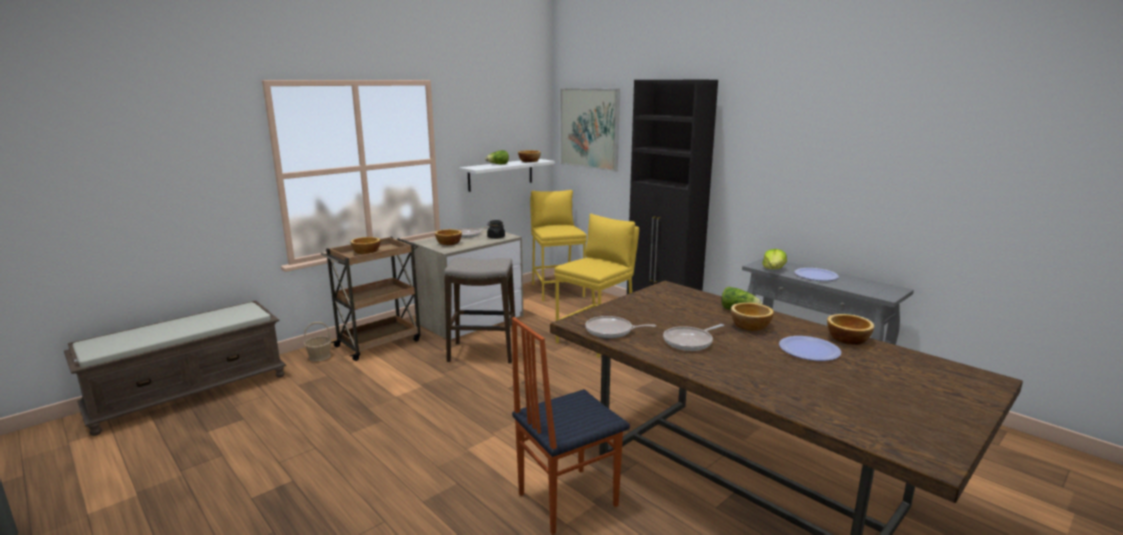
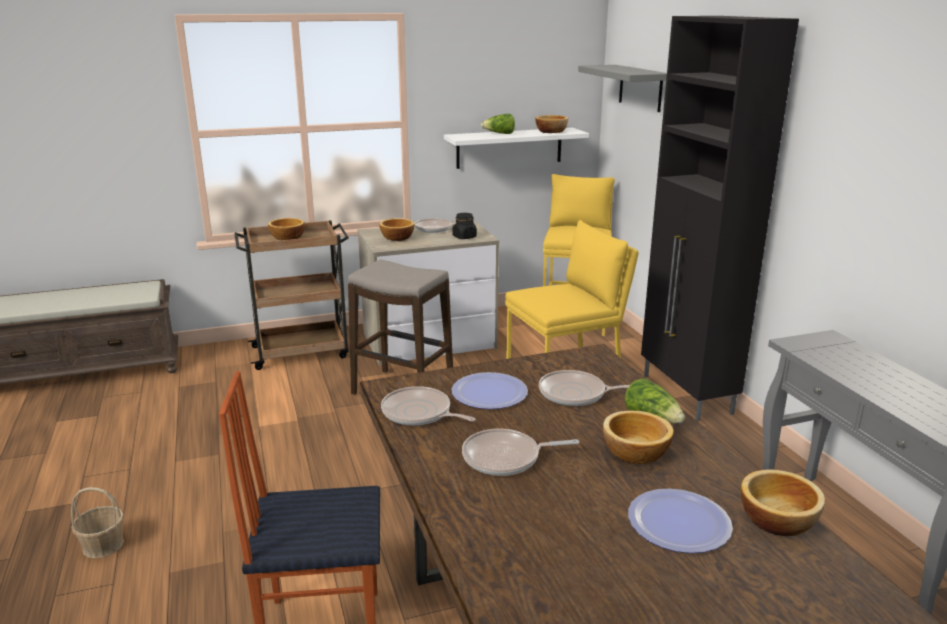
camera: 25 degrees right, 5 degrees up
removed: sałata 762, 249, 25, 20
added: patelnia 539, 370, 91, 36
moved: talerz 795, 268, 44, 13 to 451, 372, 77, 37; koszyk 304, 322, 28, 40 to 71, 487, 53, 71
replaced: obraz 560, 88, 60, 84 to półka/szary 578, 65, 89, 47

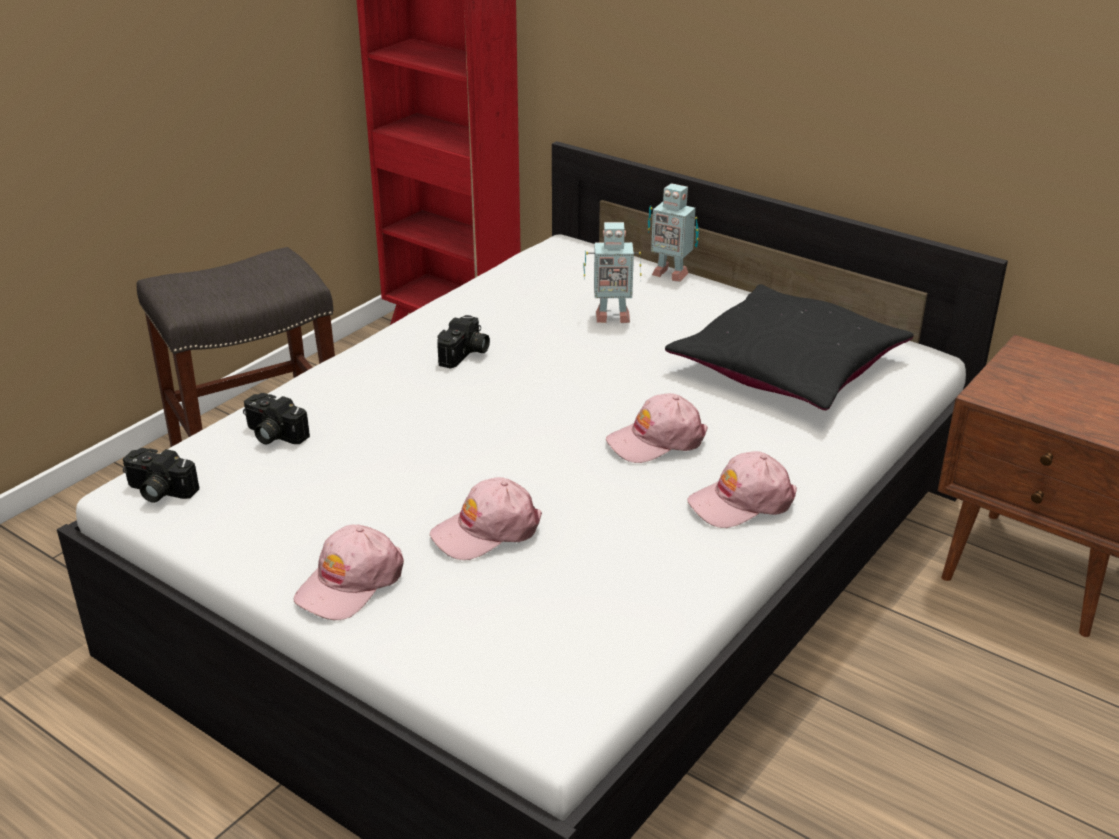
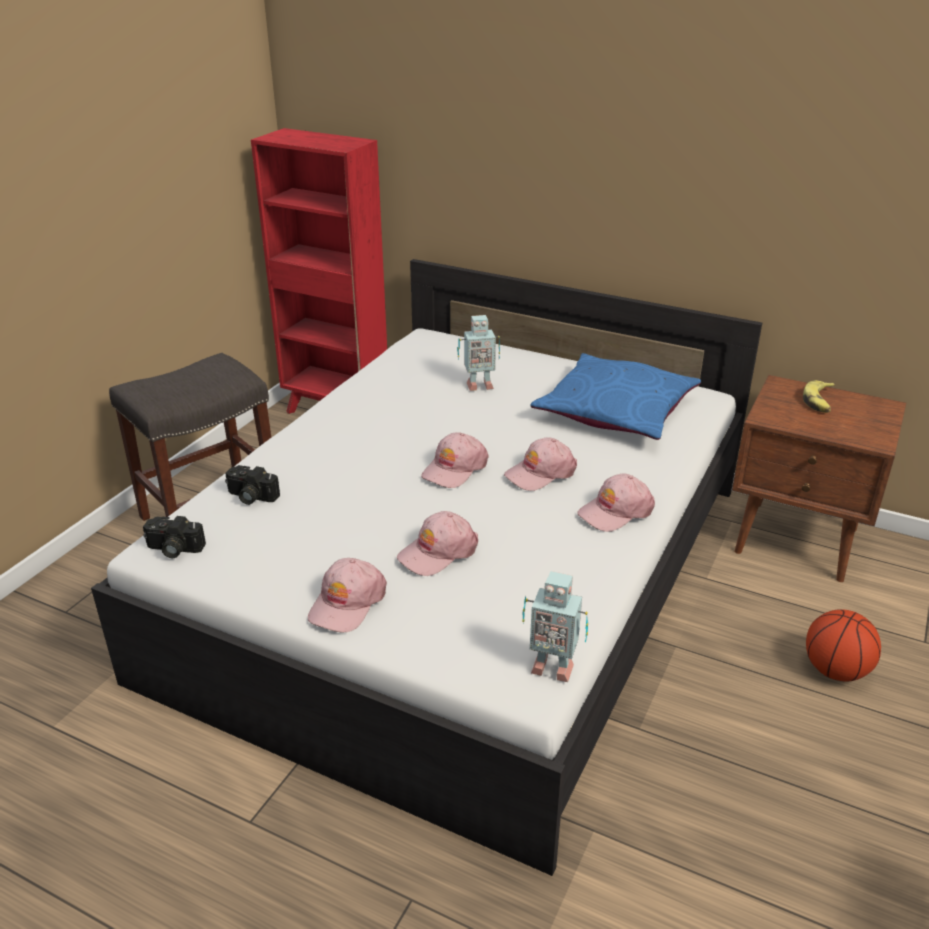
camera: 10 degrees left, 0 degrees up
removed: aparat fotograficzny 437, 315, 53, 54
added: banan 803, 380, 32, 33; czapka z daszkiem/różowy 421, 432, 68, 56; piłka do koszykówki 806, 609, 75, 72
moved: robot zabawkowy 648, 183, 51, 99 to 522, 571, 66, 111
recoloured: poduszka/czarny 665, 284, 249, 126 to poduszka/niebieski 530, 353, 171, 87

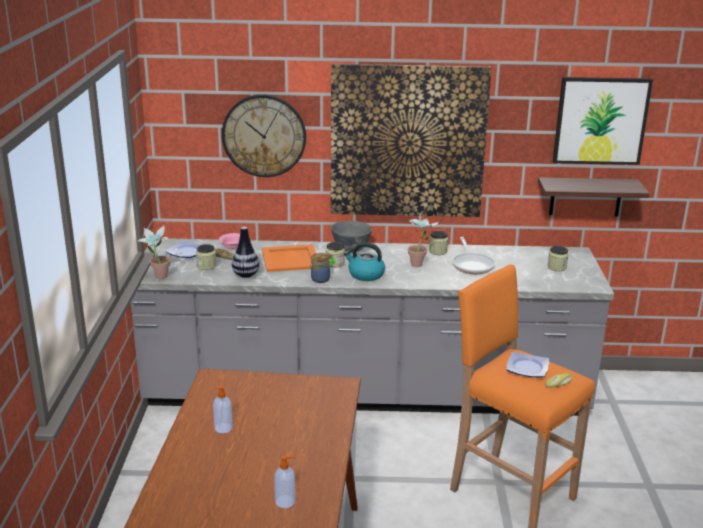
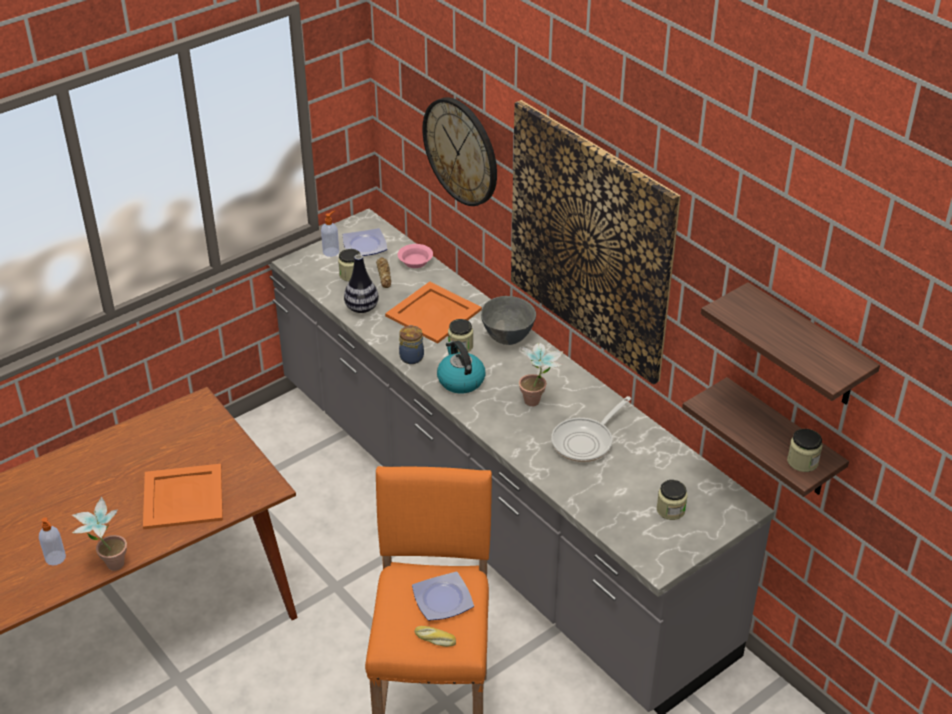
camera: 50 degrees right, 15 degrees up
added: taca/pomarańczowy 143, 464, 80, 65
moved: roślina doniczkowa 138, 226, 33, 53 to 72, 497, 55, 74; słoik 429, 231, 19, 24 to 787, 429, 36, 43; dozownik mydła 213, 381, 20, 52 to 321, 211, 18, 46
replaced: obraz 553, 77, 100, 88 to półka 701, 282, 179, 123

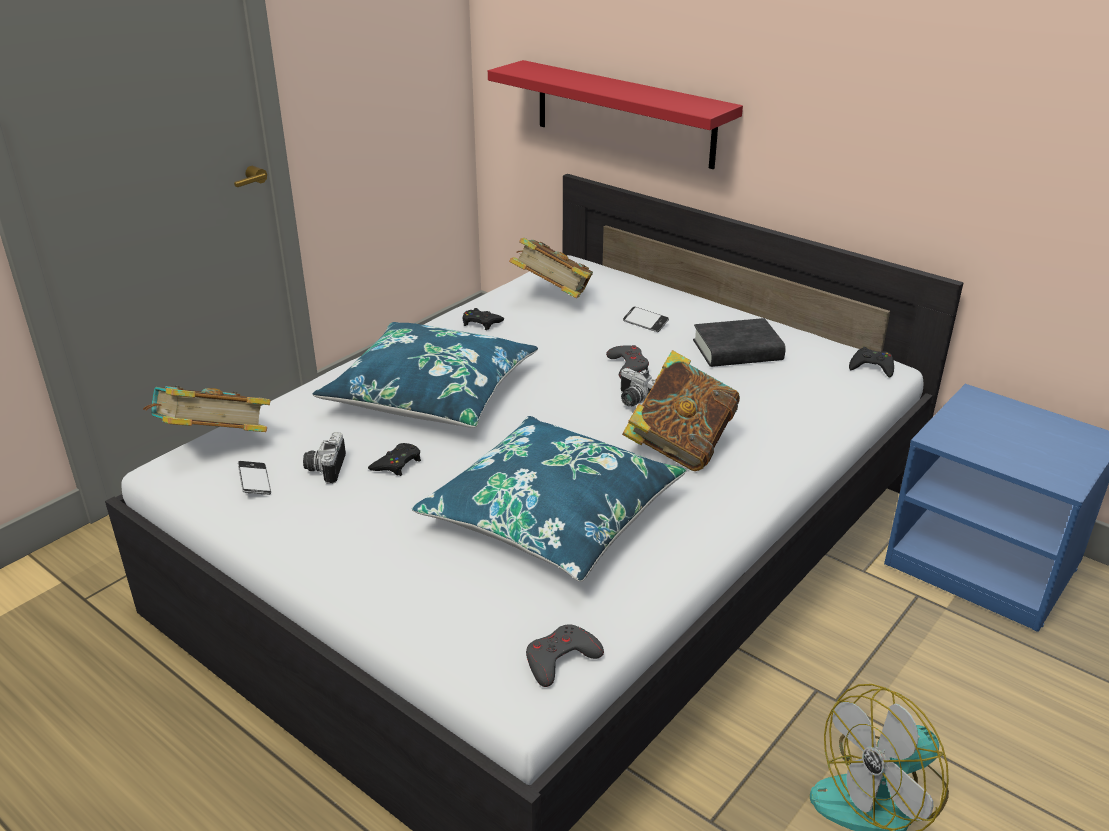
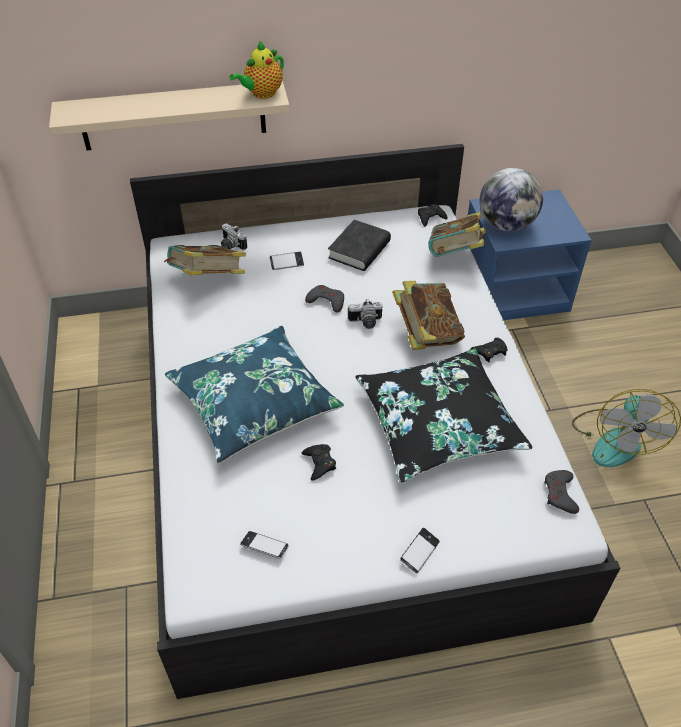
camera: 50 degrees left, 15 degrees up
added: imbryk 230, 41, 54, 58; globus 480, 168, 63, 63; telefon 400, 528, 40, 45
moved: pad do gier/czarny 463, 308, 41, 22 to 471, 338, 37, 24; książka 143, 386, 127, 46 to 428, 212, 58, 45; aparat fotograficzny 303, 432, 43, 52 to 221, 223, 26, 27
recoloured: półka/czerwony 488, 60, 255, 109 to półka/beżowy 49, 81, 241, 69; poduszka/niebieski 412, 416, 274, 166 to poduszka/czarny 355, 348, 177, 135

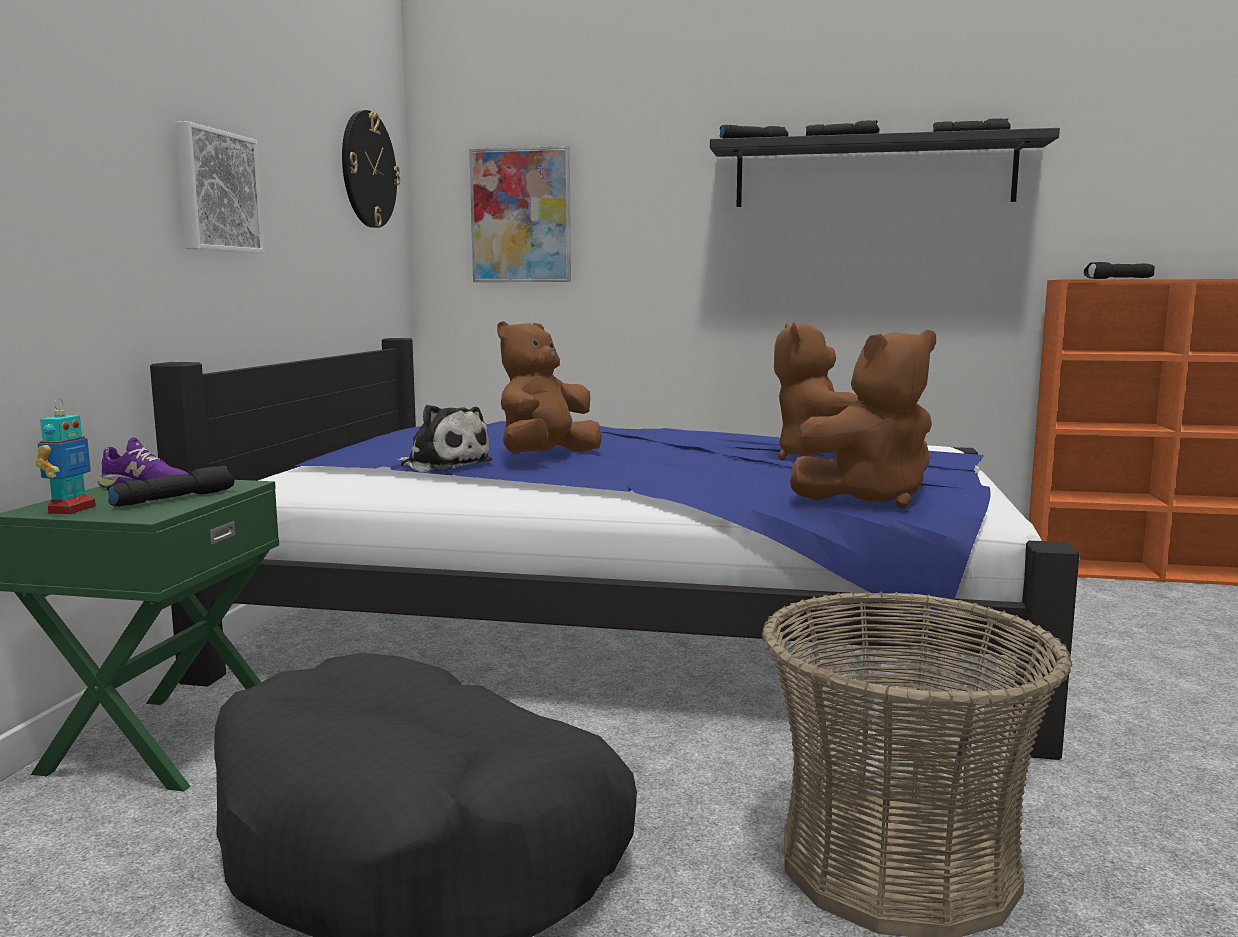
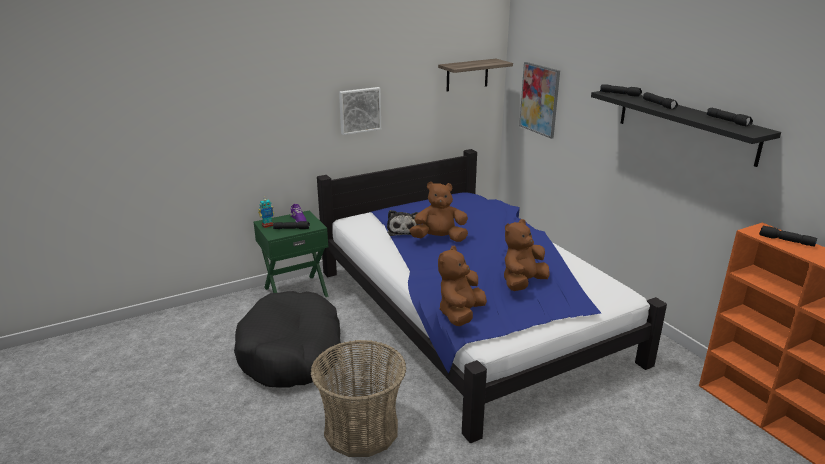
camera: 50 degrees right, 15 degrees up
replaced: zegar ścienny 342, 110, 58, 118 to półka 438, 59, 75, 32
turned: pluszak/brązowy 790, 330, 146, 178 = 438, 246, 49, 80 90 degrees clockwise

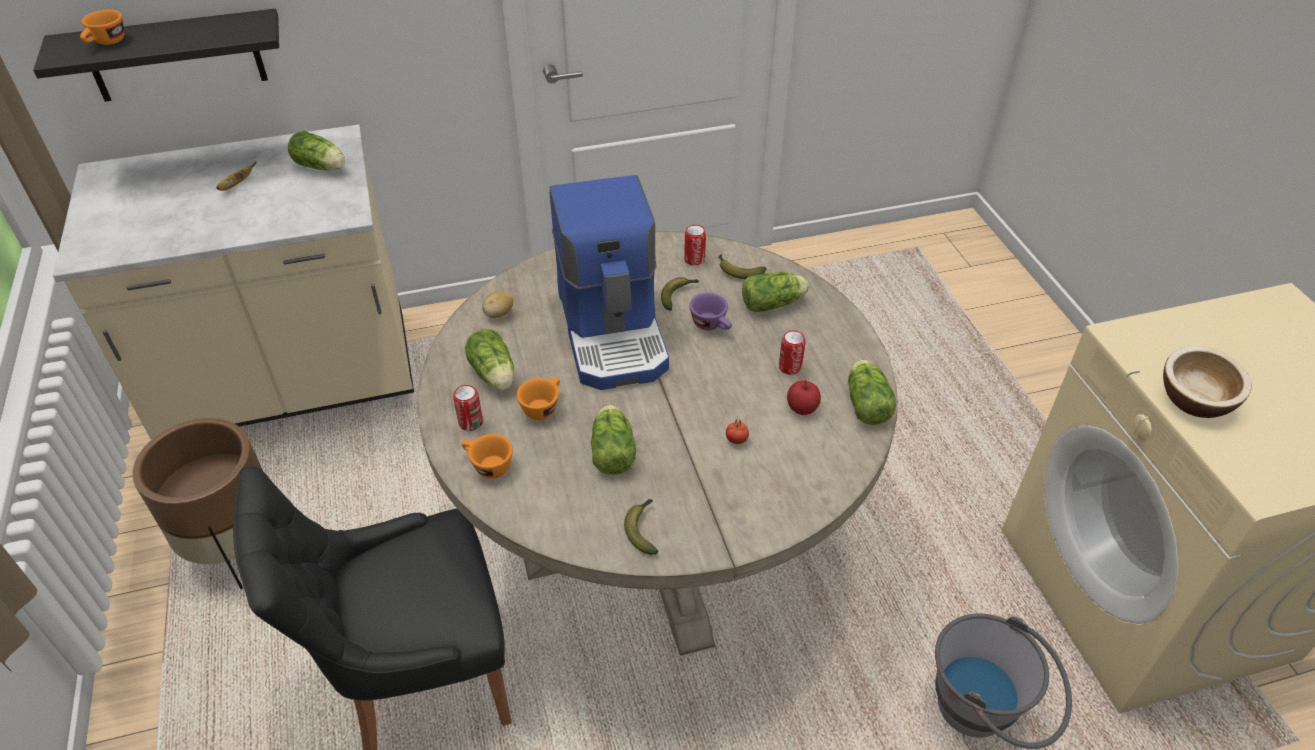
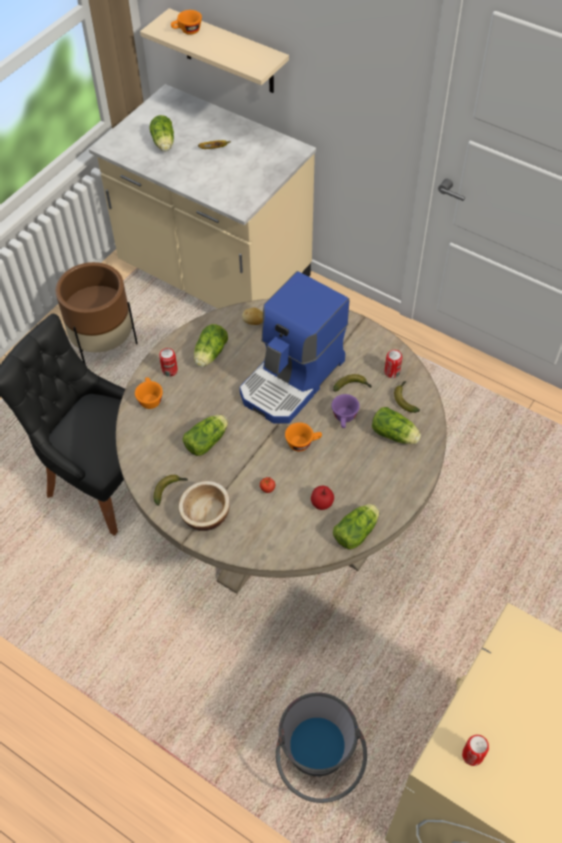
camera: 50 degrees right, 10 degrees up
moved: sałata 288, 131, 57, 40 to 150, 115, 24, 36; puszka 779, 330, 27, 45 to 462, 735, 27, 31; miska 1163, 346, 89, 72 to 178, 481, 52, 50; filiżanka/pomarańczowy 517, 377, 43, 43 to 285, 422, 37, 29
recoloured: półka/czarny 33, 9, 246, 93 to półka/beżowy 140, 8, 149, 85

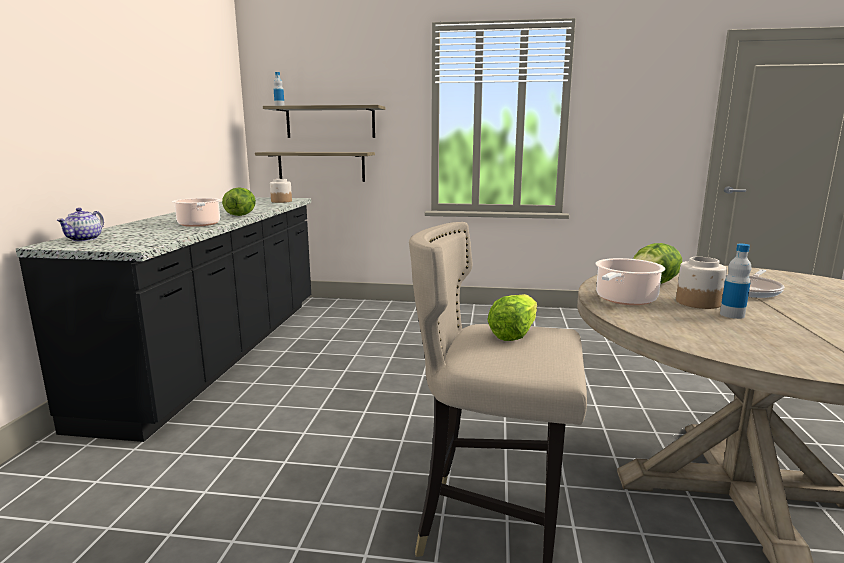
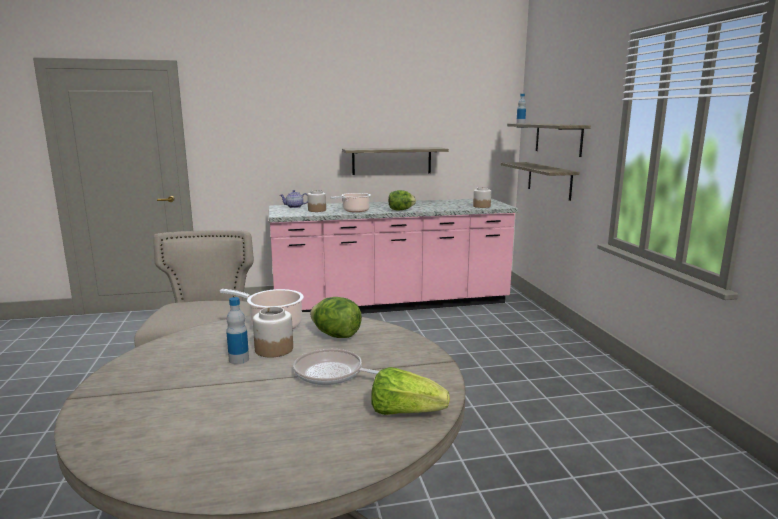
camera: 70 degrees right, 0 degrees up
added: półka 342, 147, 107, 28; słoik 307, 190, 19, 22
moved: sałata 487, 294, 50, 47 to 371, 367, 79, 48
recoloured: zabudowa kuchenna/czarny 16, 197, 295, 245 to zabudowa kuchenna/różowy 269, 198, 249, 116

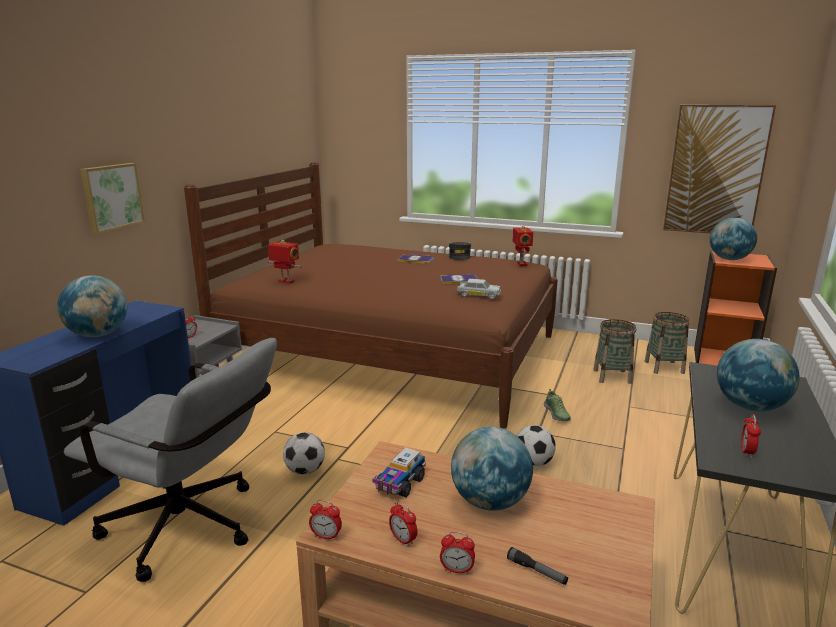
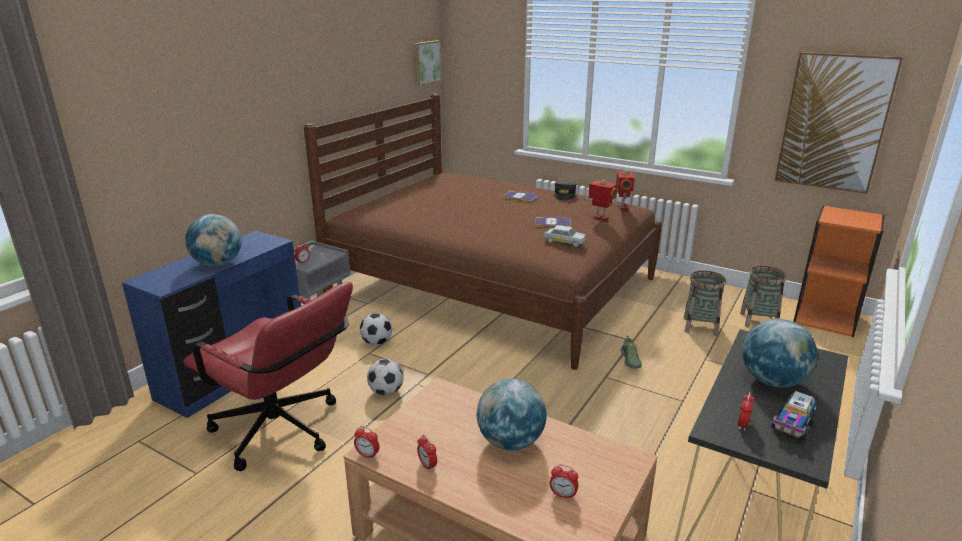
camera: 10 degrees right, 5 degrees up
removed: globus 710, 218, 47, 42; latarka 507, 547, 61, 38
moved: obraz 80, 163, 65, 71 to 414, 40, 28, 45; robot zabawkowy 267, 240, 35, 44 to 584, 180, 36, 41; piłka futbolowa 517, 425, 39, 42 to 360, 313, 32, 32; ciężarówka zabawkowa 372, 447, 54, 50 to 771, 391, 46, 50; budzik 440, 531, 35, 43 to 549, 464, 30, 36
recoloured: krzesło biurowe/szary 64, 338, 213, 244 to krzesło biurowe/czerwony 183, 282, 170, 189

